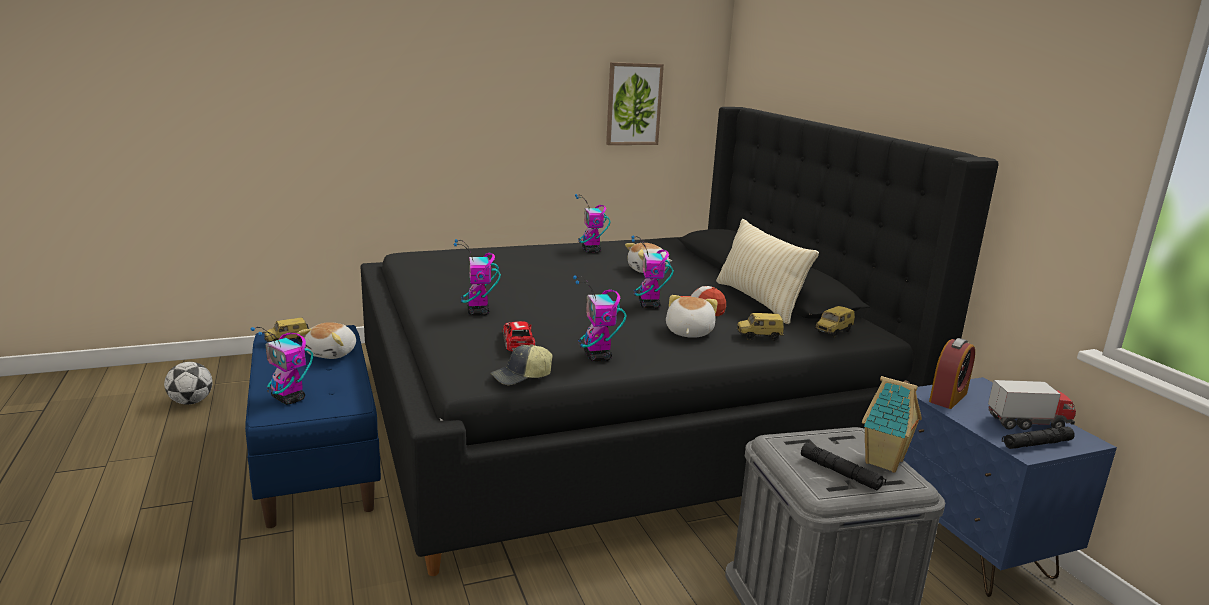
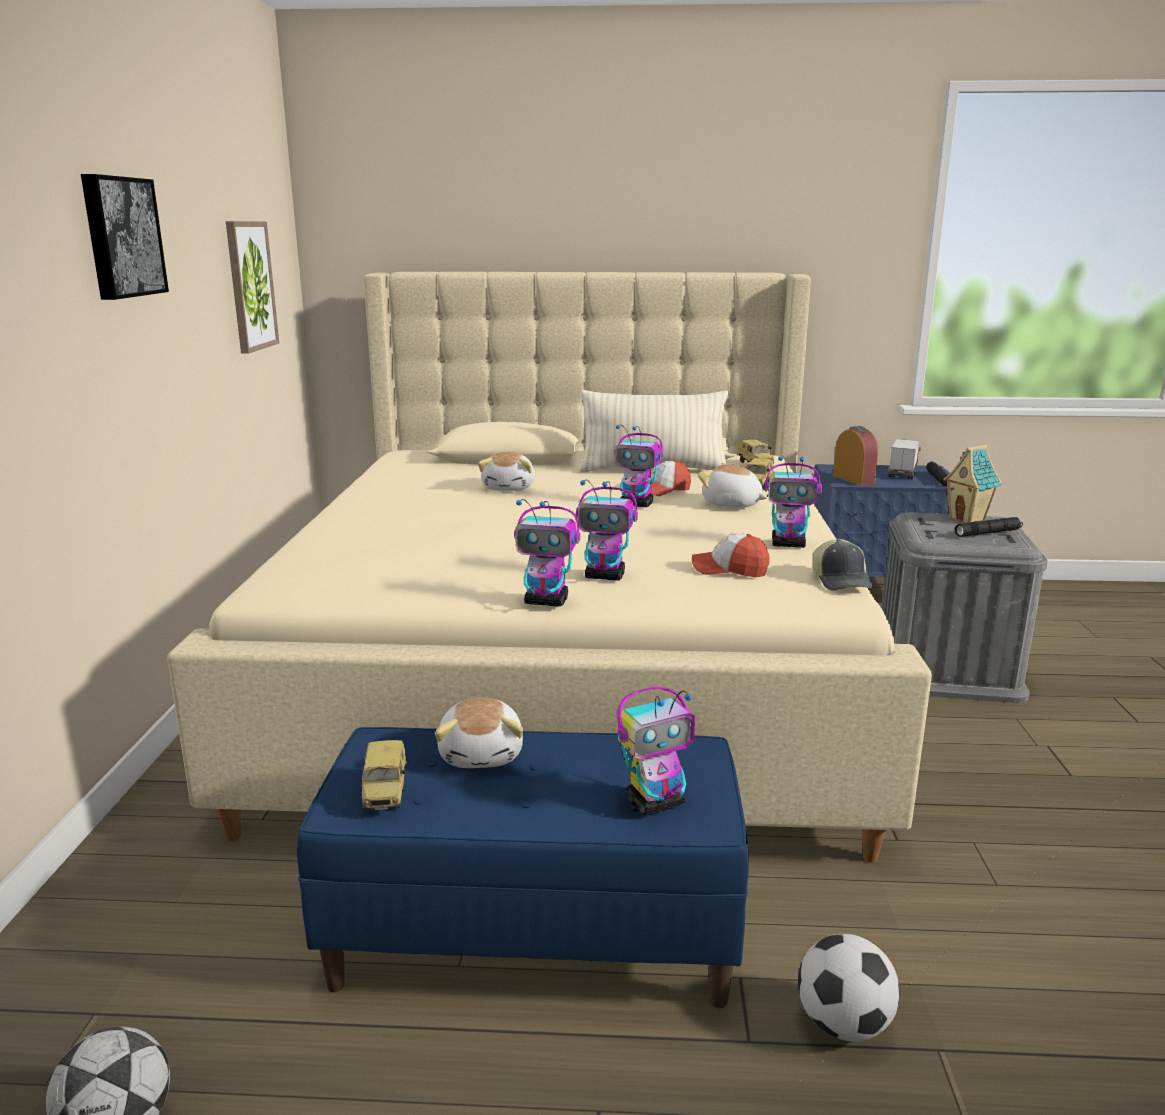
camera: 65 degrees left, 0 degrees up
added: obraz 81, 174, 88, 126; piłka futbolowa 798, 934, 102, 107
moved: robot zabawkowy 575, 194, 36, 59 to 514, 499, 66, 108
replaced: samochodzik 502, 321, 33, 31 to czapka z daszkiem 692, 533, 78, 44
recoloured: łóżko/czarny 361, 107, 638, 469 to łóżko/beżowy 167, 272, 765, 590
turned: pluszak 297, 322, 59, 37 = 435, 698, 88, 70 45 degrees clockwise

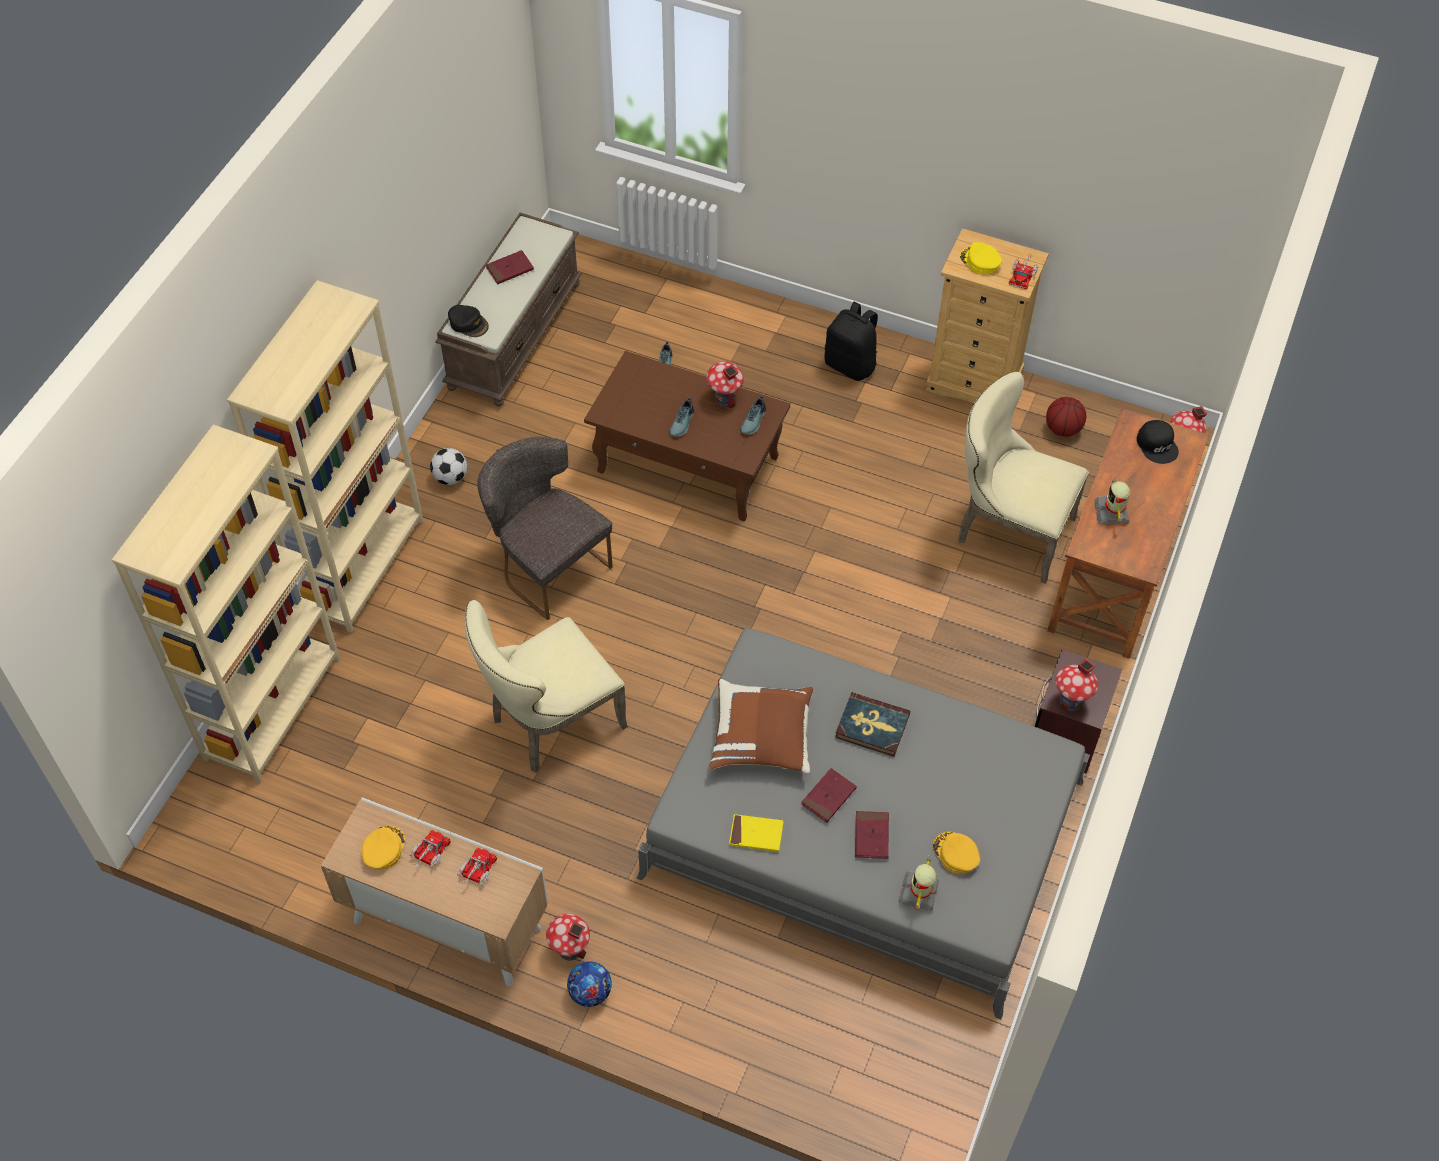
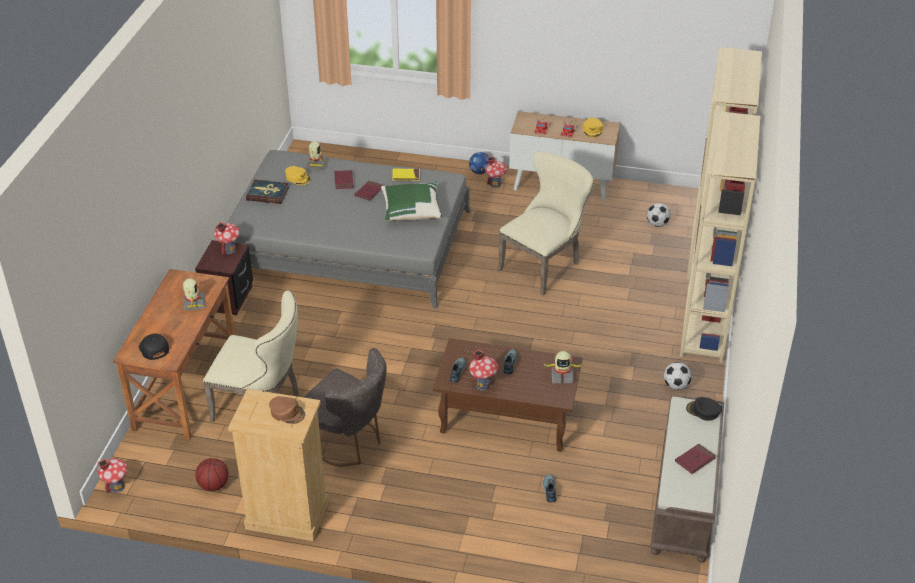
camera: 170 degrees right, 15 degrees down
removed: ciężarówka zabawkowa 1009, 253, 30, 36; plecak/czarny 824, 302, 54, 79
added: piłka futbolowa 647, 203, 24, 24; robot zabawkowy 544, 351, 39, 33
moved: krzesło/szary 477, 437, 136, 183 to 303, 348, 84, 119; książka 835, 692, 76, 65 to 246, 180, 43, 24
recoloured: czapka z daszkiem/żółty 960, 242, 42, 32 to czapka z daszkiem/brązowy 269, 396, 36, 28; poduszka/brązowy 709, 679, 104, 95 to poduszka/zielony 381, 181, 61, 40

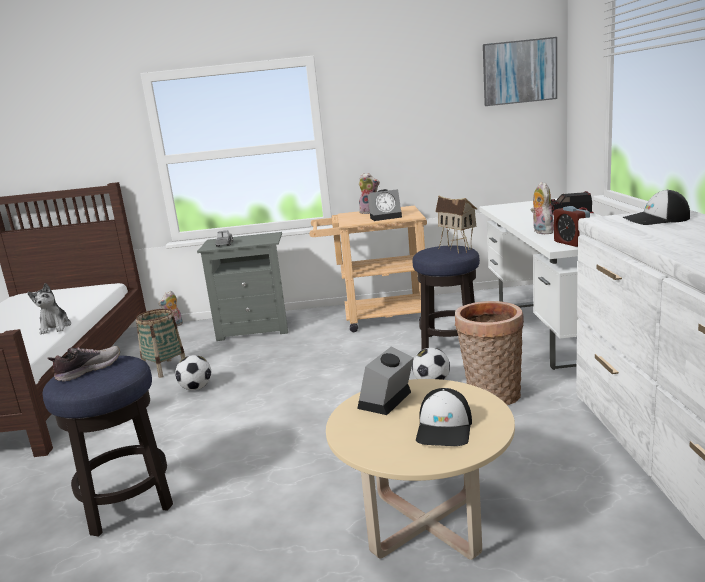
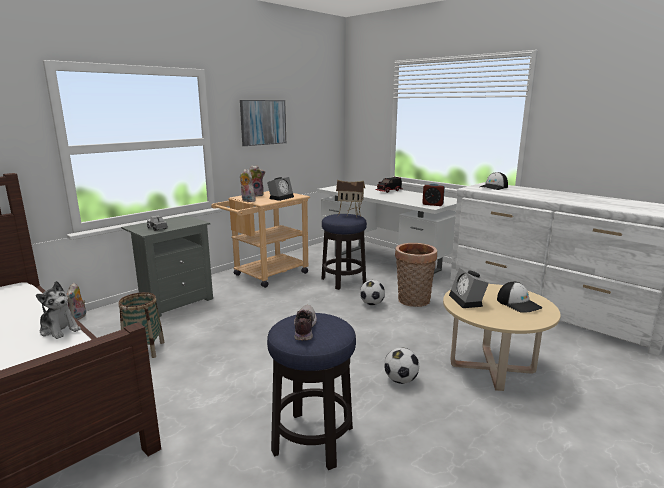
camera: 45 degrees left, 0 degrees up
moved: obraz 483, 37, 74, 69 to 240, 100, 46, 46; pluszak 531, 182, 23, 52 to 240, 169, 16, 33; piłka futbolowa 175, 355, 36, 35 to 384, 347, 35, 37

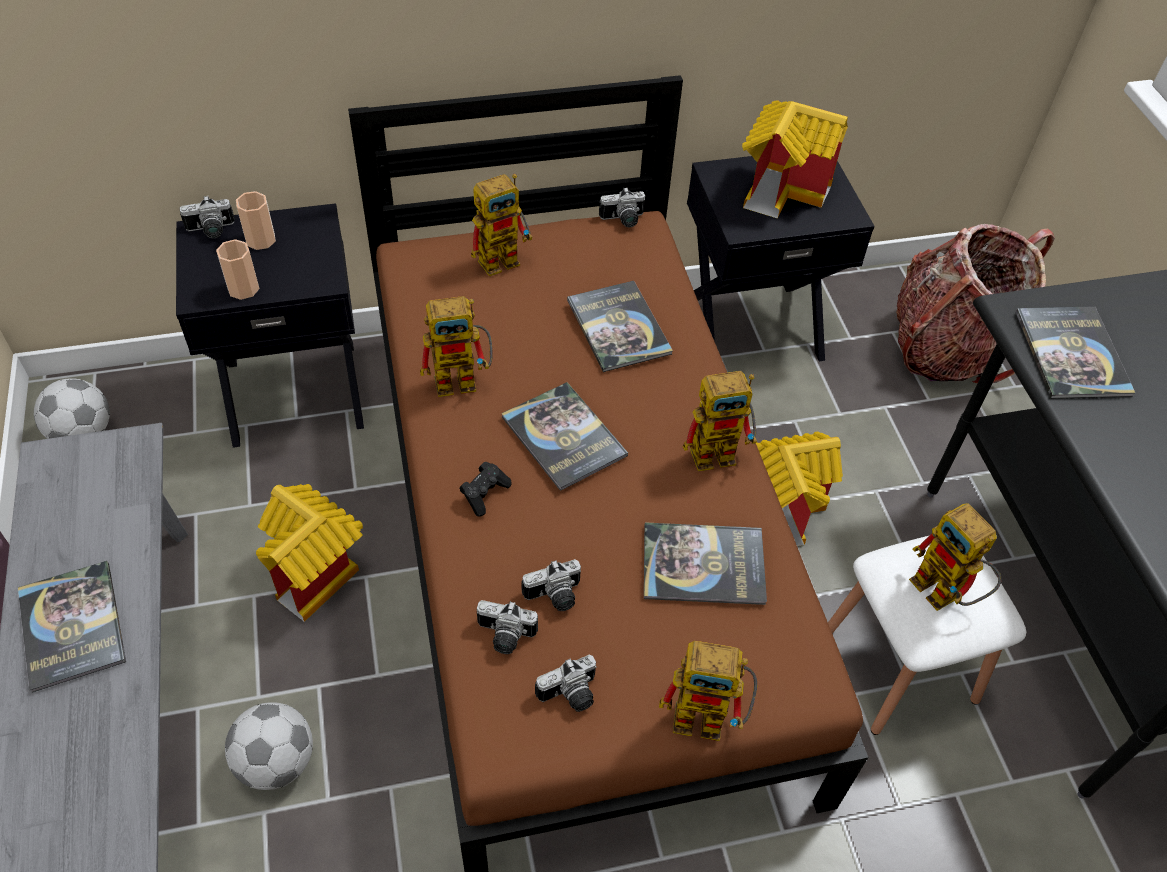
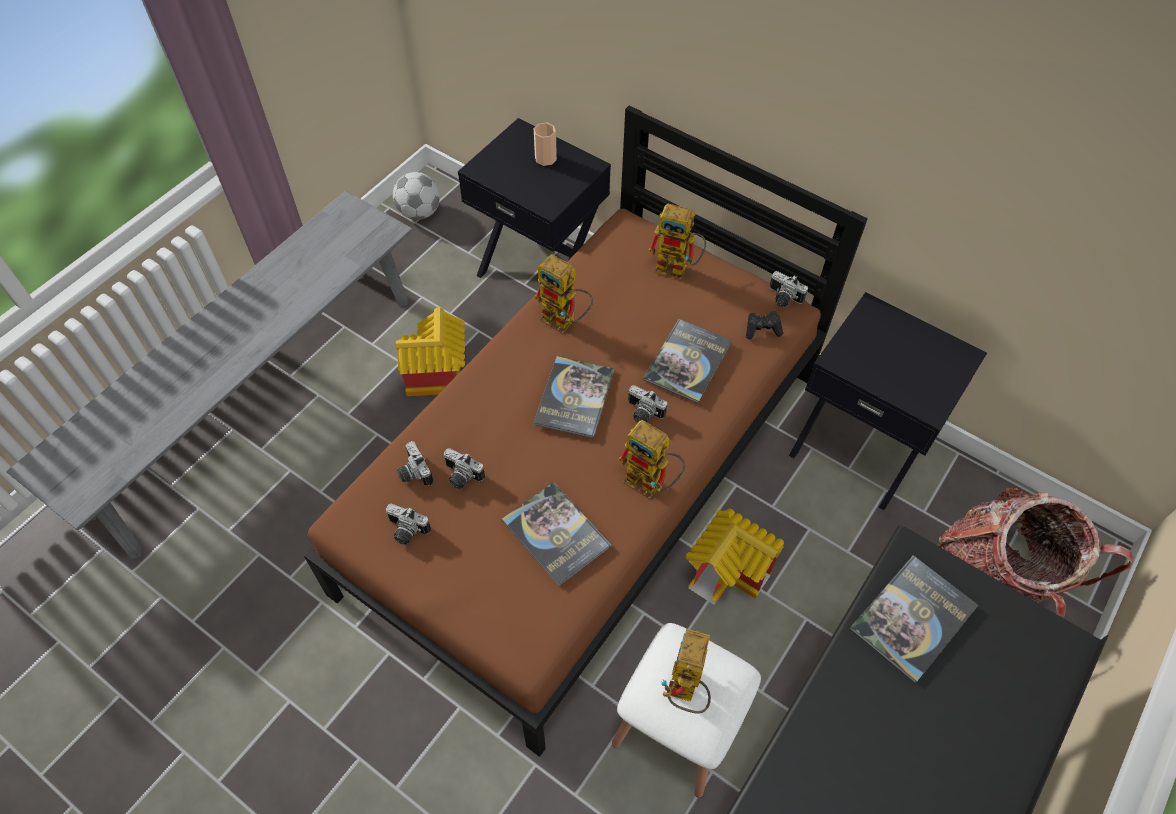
camera: 50 degrees right, 5 degrees up
removed: domek 742, 100, 106, 119; filiżanka 216, 239, 43, 61; książka 18, 561, 108, 132; robot zabawkowy 659, 641, 98, 100; piłka futbolowa 225, 702, 88, 88
moved: aparat fotograficzny 180, 195, 55, 43 to 628, 385, 39, 38; pad do gier/czarny 460, 462, 52, 55 to 746, 311, 37, 28

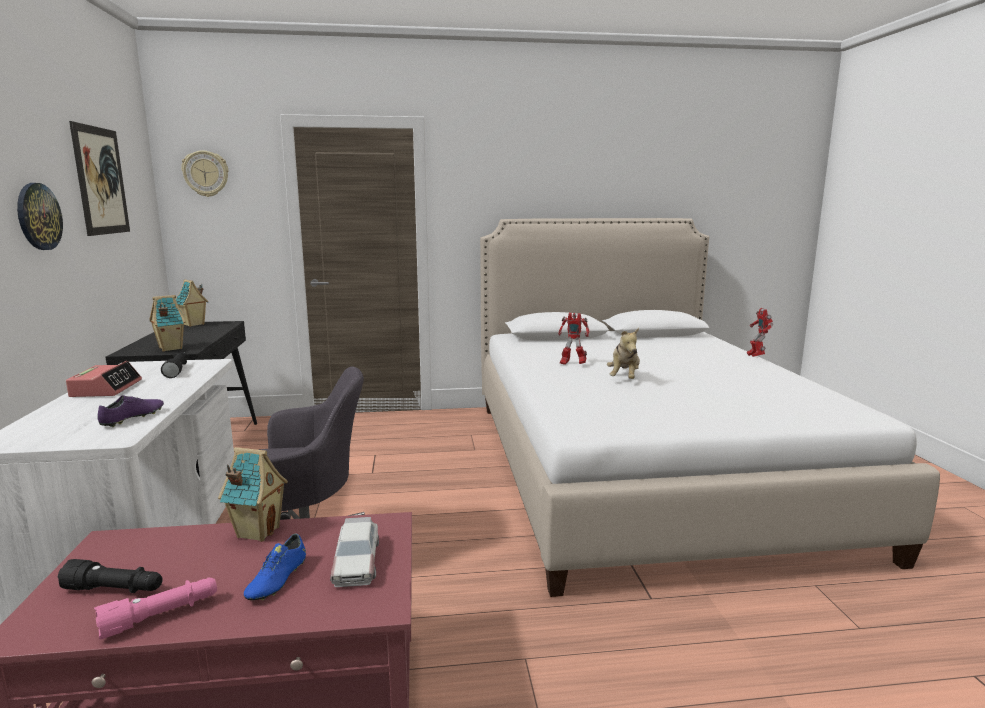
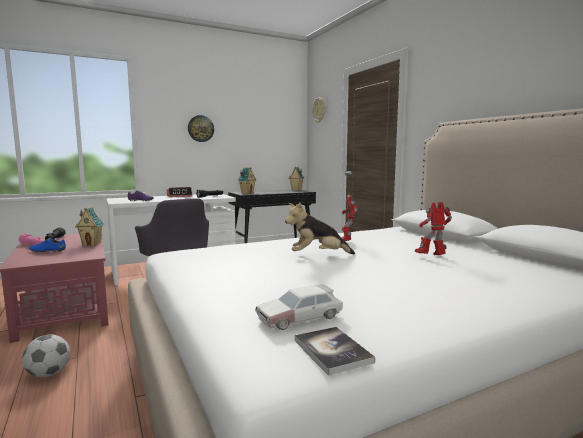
camera: 70 degrees right, 5 degrees down
removed: obraz 69, 121, 61, 115
added: książka 295, 327, 80, 48; piłka futbolowa 22, 334, 48, 43
moved: robot zabawkowy 747, 308, 26, 49 to 415, 202, 37, 53; samochodzik 330, 517, 49, 70 to 255, 284, 88, 46

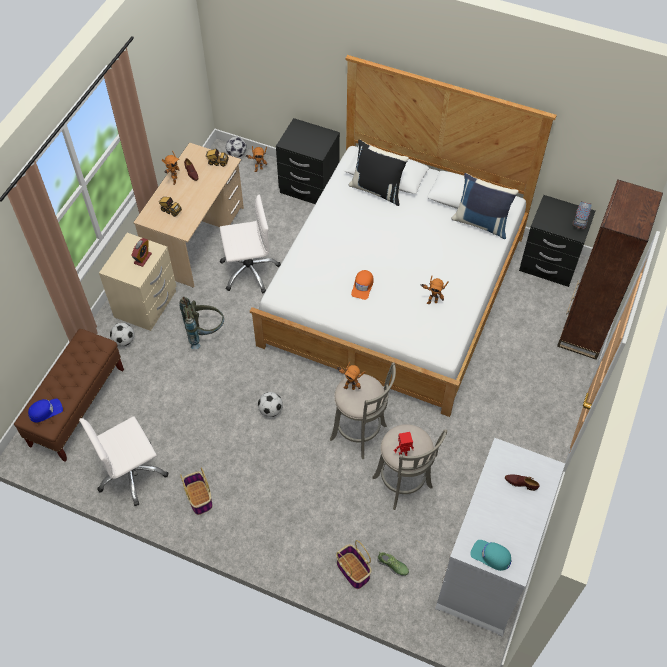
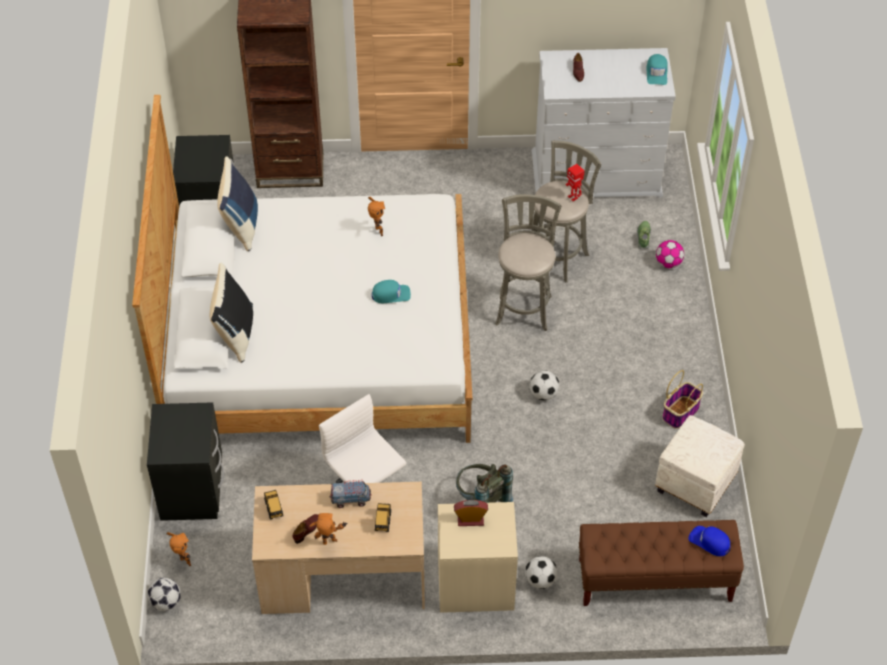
camera: 115 degrees left, 5 degrees down
removed: robot zabawkowy 337, 361, 28, 29
moved: ciężarówka zabawkowa 572, 201, 20, 28 to 329, 480, 43, 28
replaced: krzesło biurowe/biały 79, 416, 89, 90 to pufa/biały 655, 415, 90, 102; koszyk 336, 540, 36, 49 to piłka futbolowa 656, 240, 28, 28
recoloured: czapka z daszkiem/pomarańczowy 351, 270, 23, 30 to czapka z daszkiem/turkusowy 372, 280, 39, 23

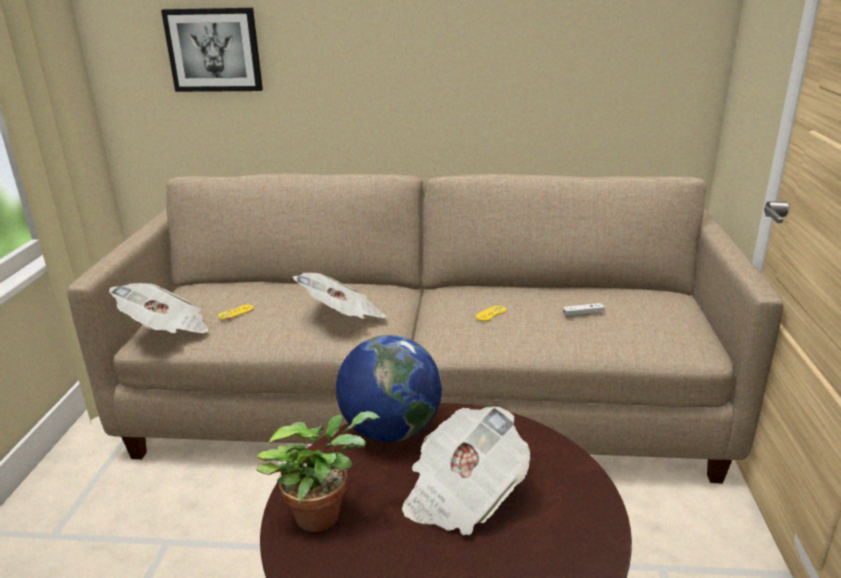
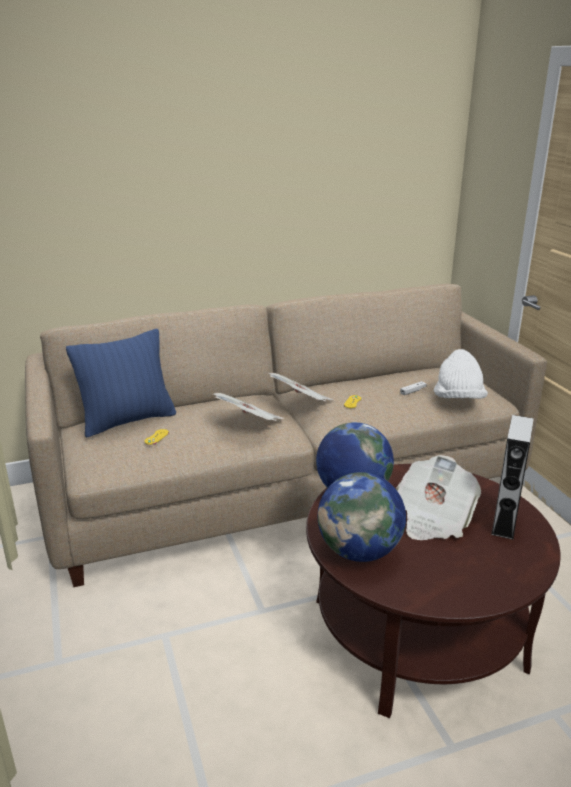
camera: 25 degrees left, 0 degrees up
removed: obraz 161, 8, 102, 84
added: poduszka/niebieski 66, 329, 110, 109; kapelusz/biały 433, 349, 55, 50; głośnik/szary 491, 415, 43, 125
moved: gazeta 109, 283, 100, 50 to 268, 373, 66, 28
replaced: roślina doniczkowa 255, 411, 125, 121 to globus 318, 472, 88, 90

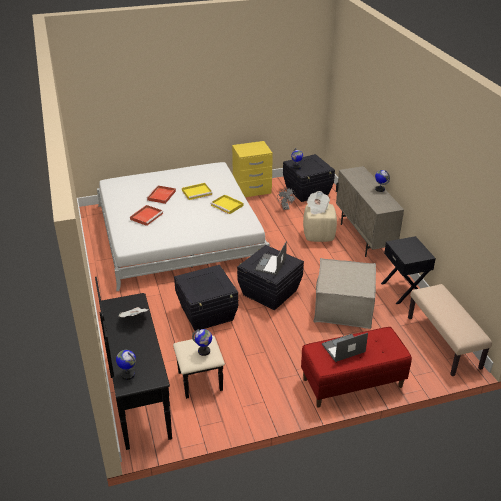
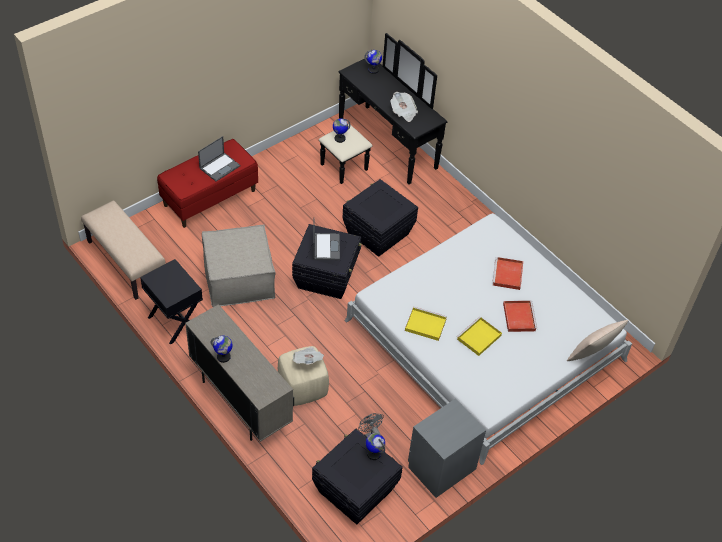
camera: 155 degrees right, 15 degrees up
added: poduszka/beżowy 567, 320, 62, 41
recoloured: szafka nocna/żółty 232, 141, 41, 56 to szafka nocna/szary 408, 399, 78, 99

